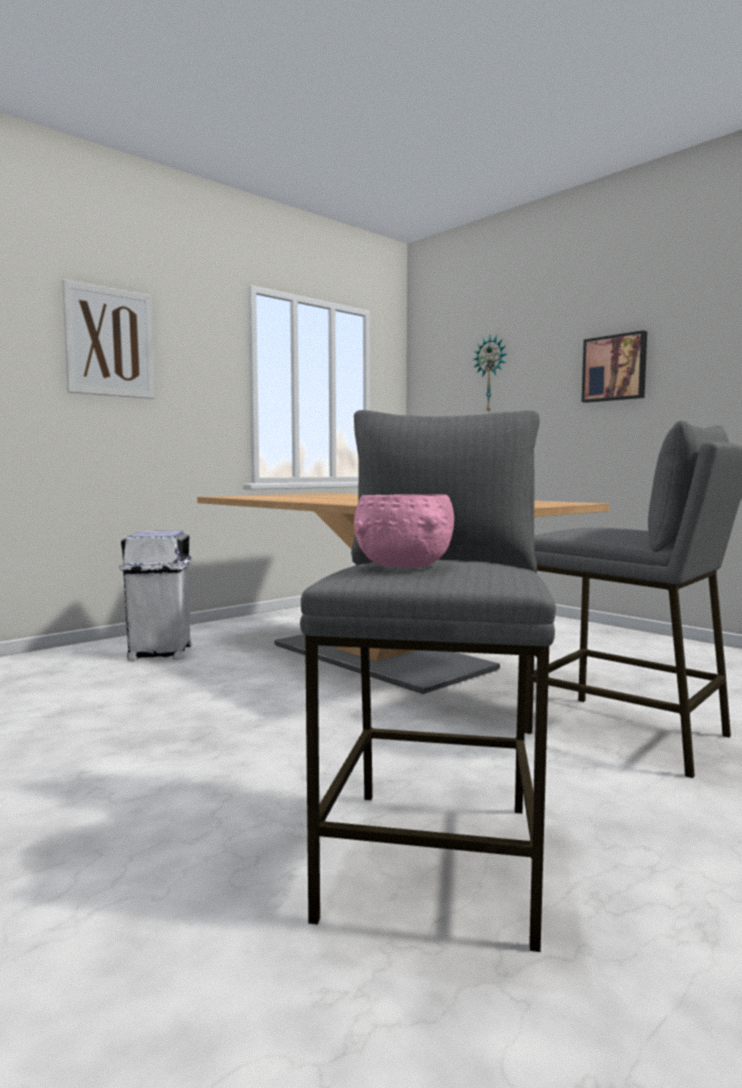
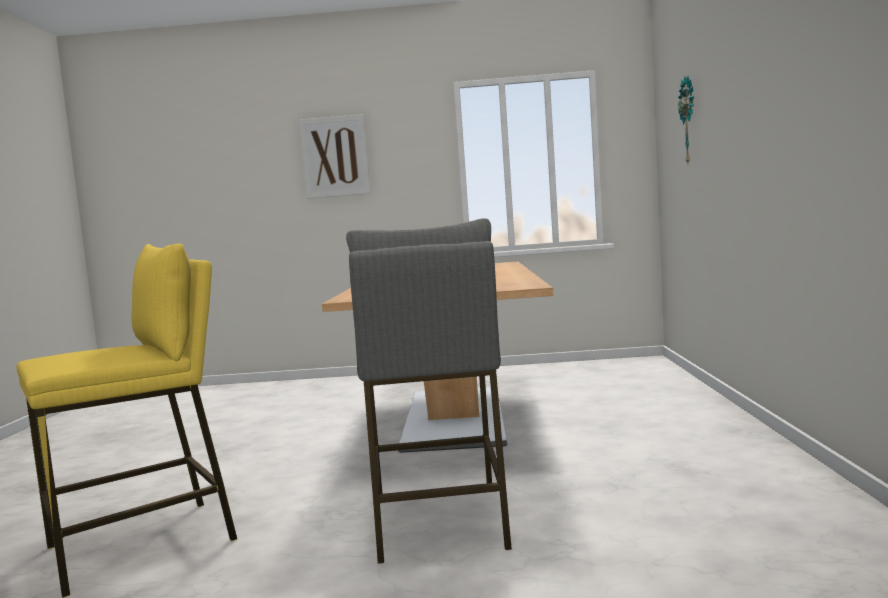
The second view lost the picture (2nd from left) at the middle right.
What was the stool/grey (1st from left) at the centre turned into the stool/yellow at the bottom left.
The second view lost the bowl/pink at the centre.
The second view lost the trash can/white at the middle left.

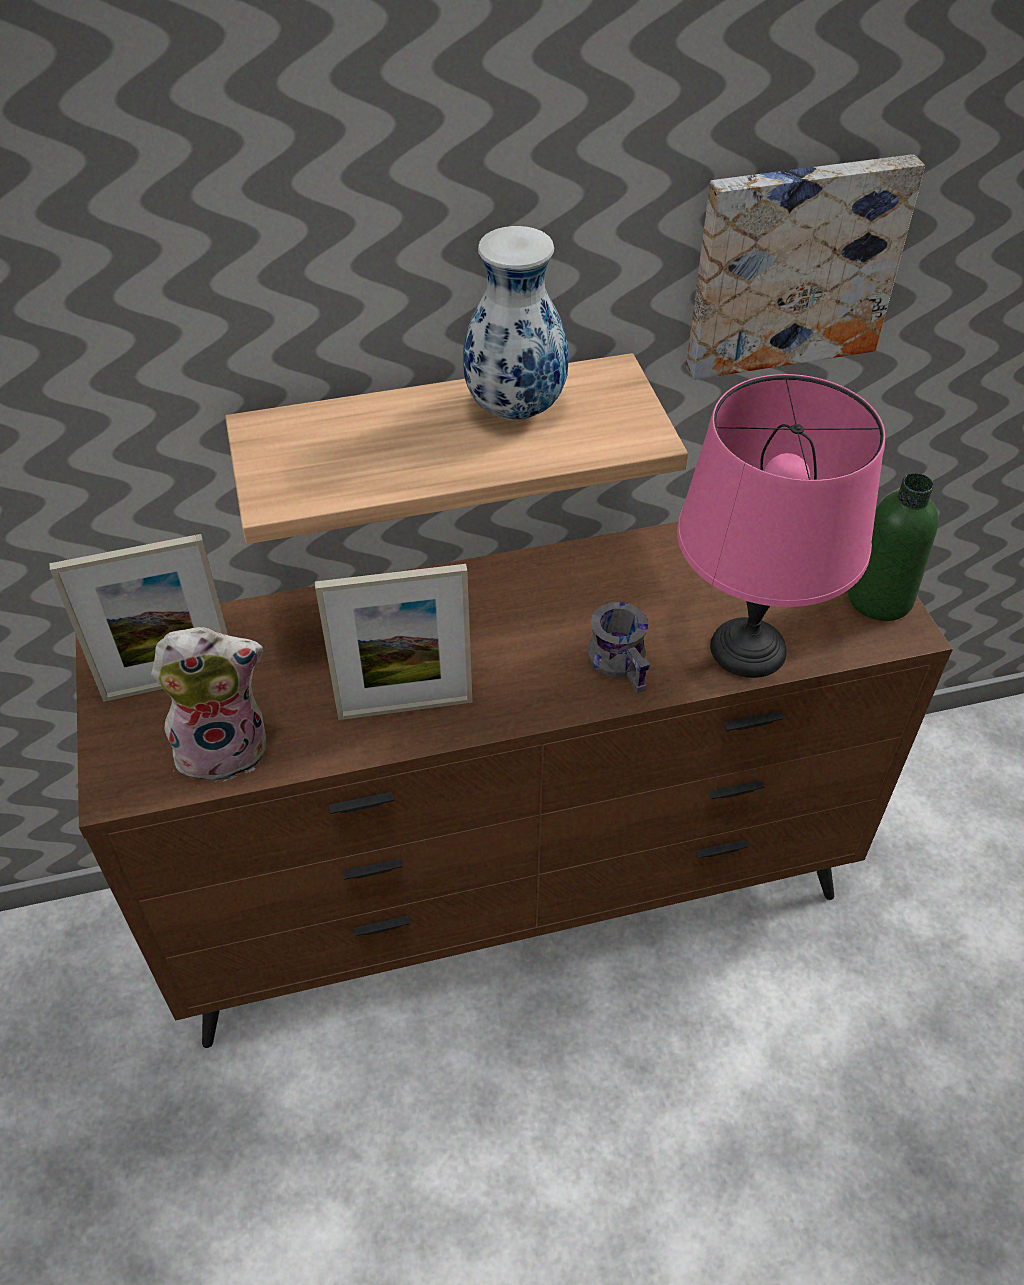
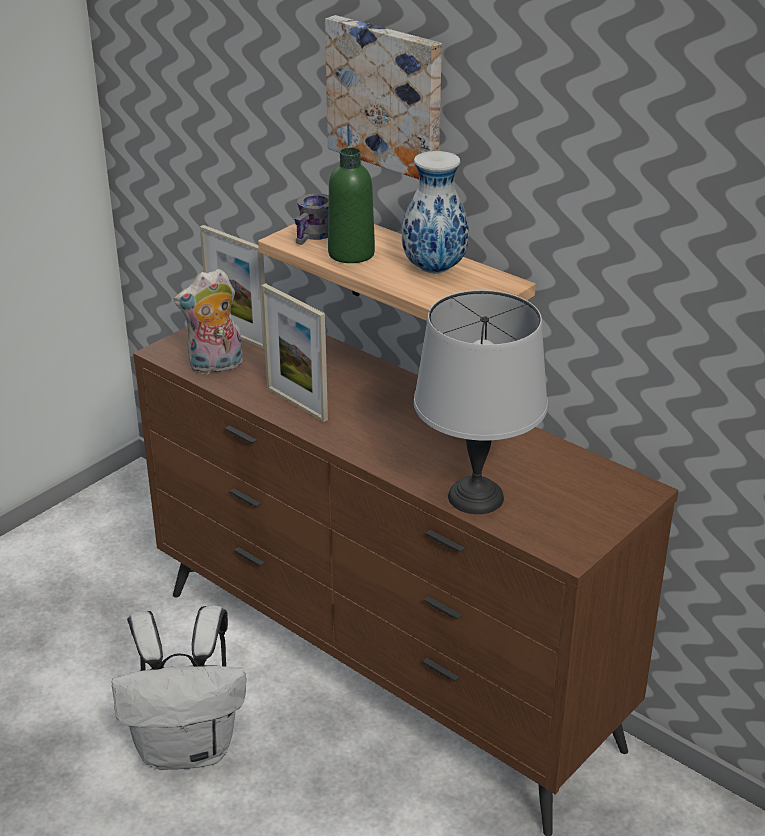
The picture ended up elsewhere, having gone from the top right to the top centre.
What was the table lamp/pink at the middle right turned into the table lamp/grey at the centre.
The bottle/green ended up elsewhere, having gone from the middle right to the top centre.
The mug/grey ended up elsewhere, having gone from the centre to the top centre.
The plush toy at the middle left ended up facing another way, 120 degrees clockwise from before.
The second view gained the backpack/white at the bottom left.

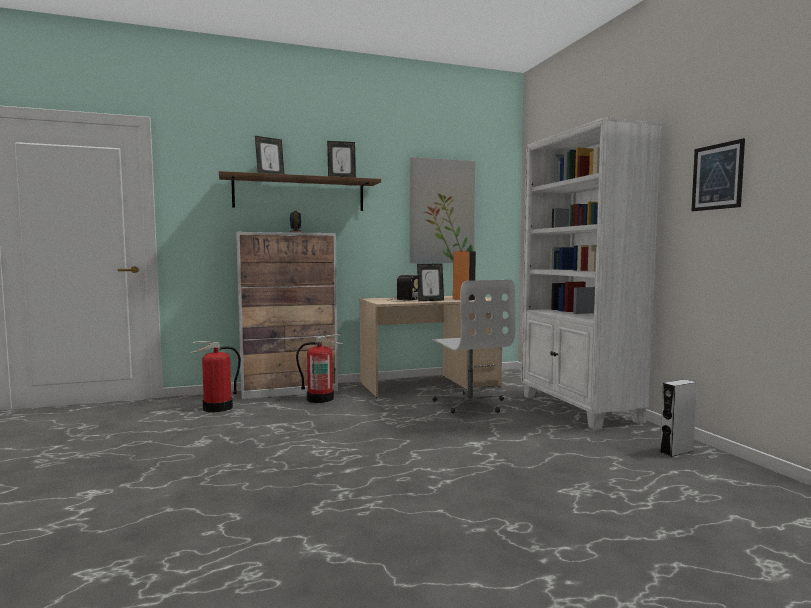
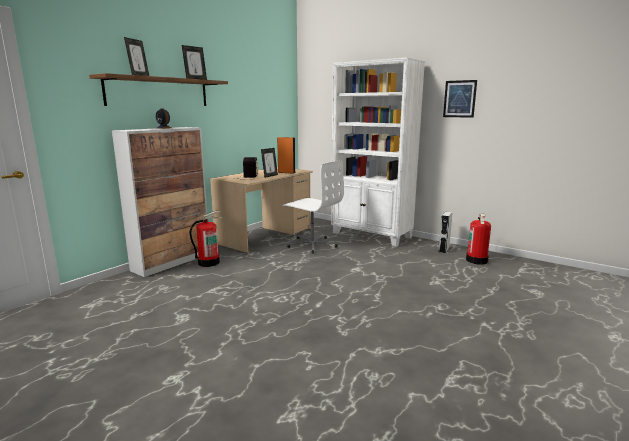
The second view lost the picture (1st from left) at the centre.
The fire extinguisher (1st from left in the first image) ended up elsewhere, having gone from the middle left to the middle right.

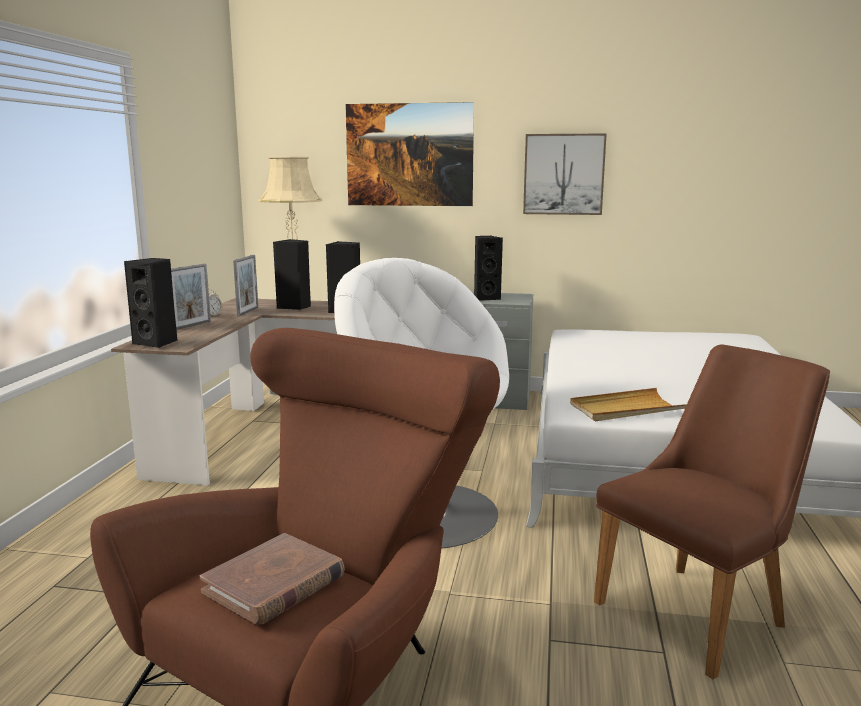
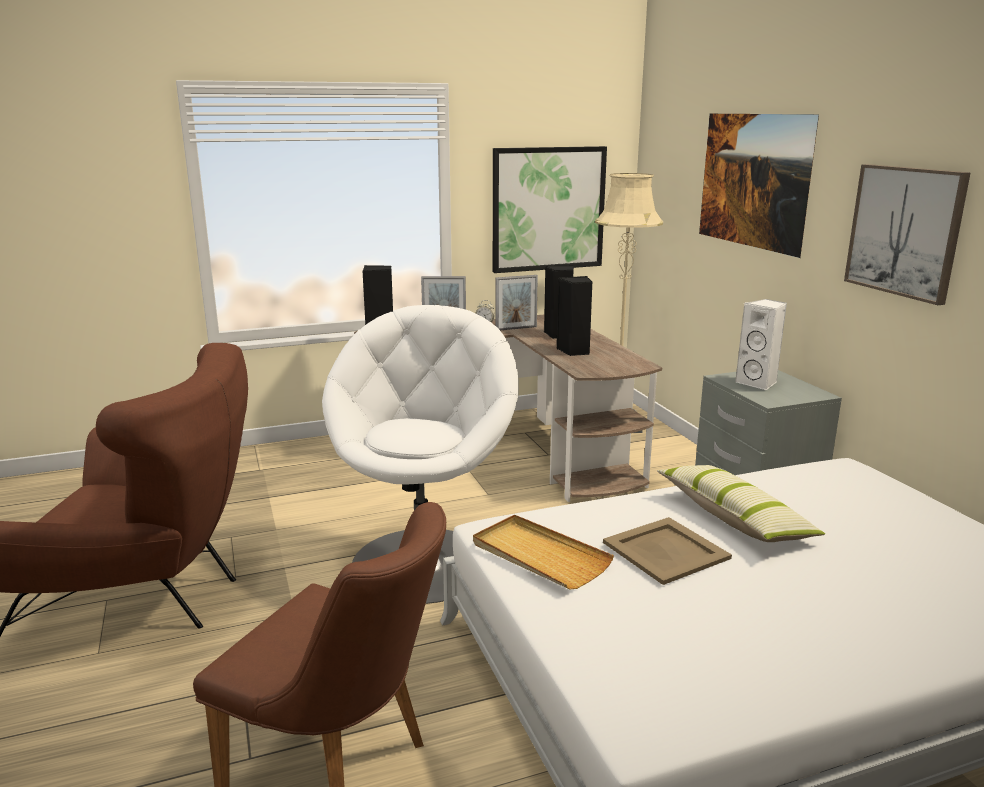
What was the speaker/black (4th from left) at the centre turned into the speaker/white at the middle right.
The second view lost the book/brown at the bottom left.
The second view gained the picture (1st from left) at the top centre.
The second view gained the pillow at the middle right.
The second view gained the tray/beige (2nd from left) at the bottom right.

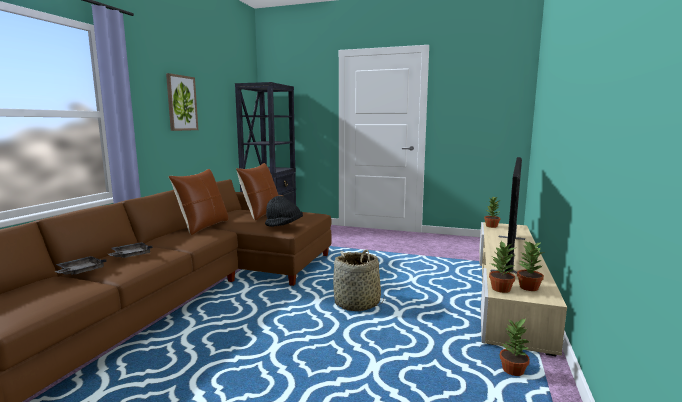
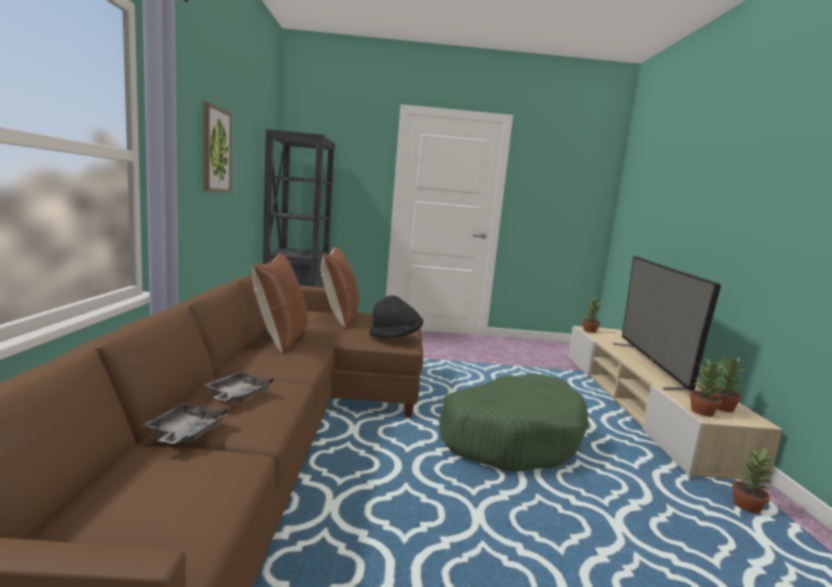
Where the basket stood at the bottom centre, the dog bed/green came to stand at the bottom centre.

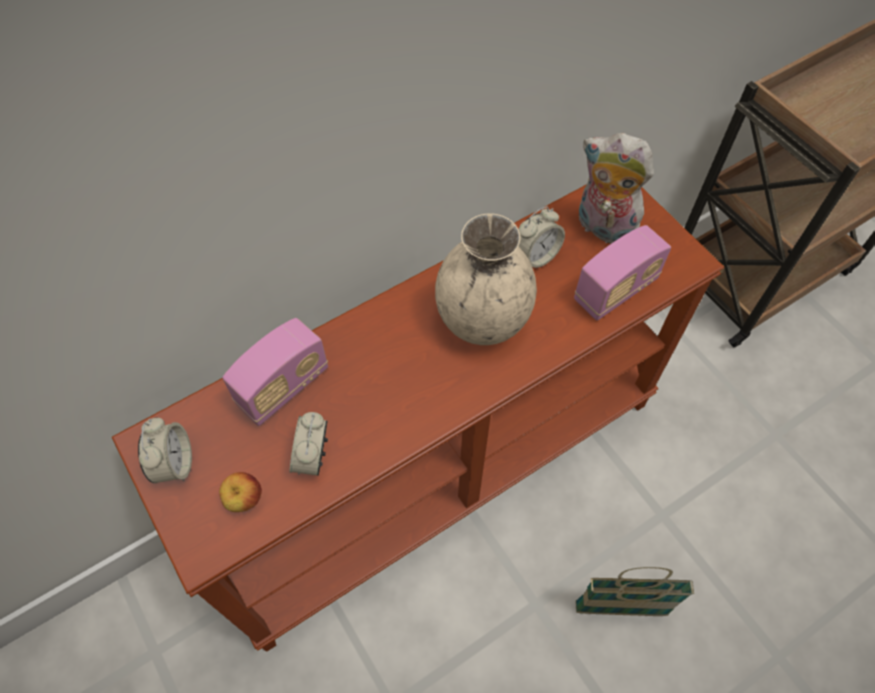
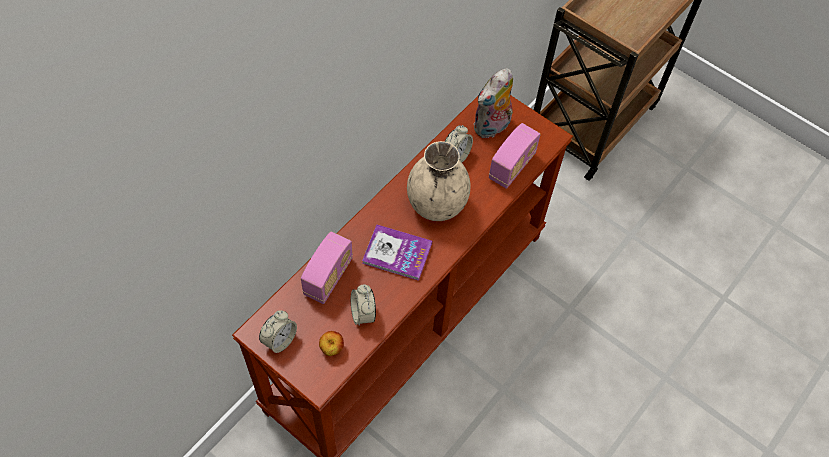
The plush toy at the top right ended up facing another way, 60 degrees counterclockwise from before.
The alarm clock (1st from left) at the middle left ended up facing another way, 60 degrees clockwise from before.
The second view lost the basket at the bottom right.
The second view gained the book at the centre.

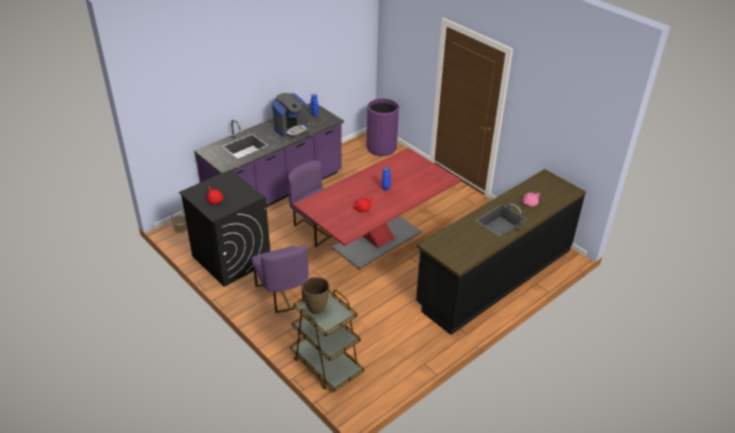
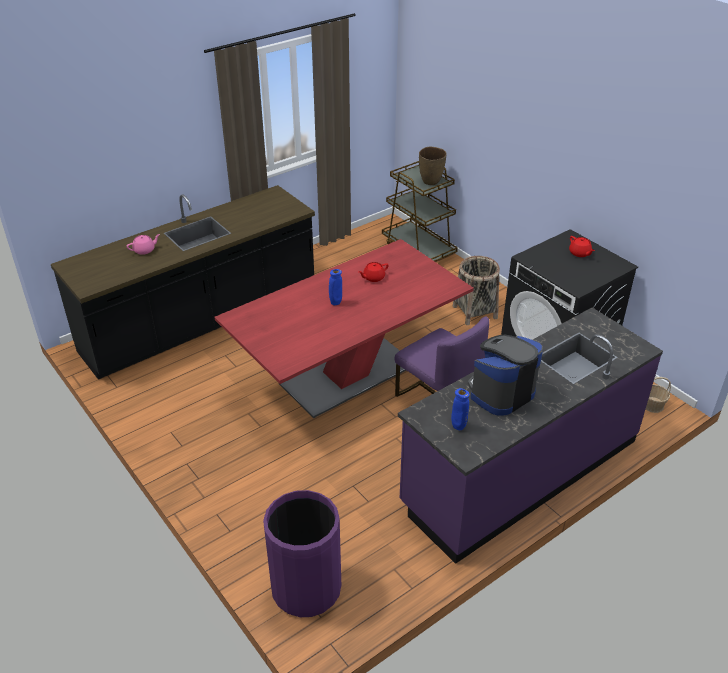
Where the chair/purple (1st from left) stood at the centre, the basket (1st from left) came to stand at the centre.

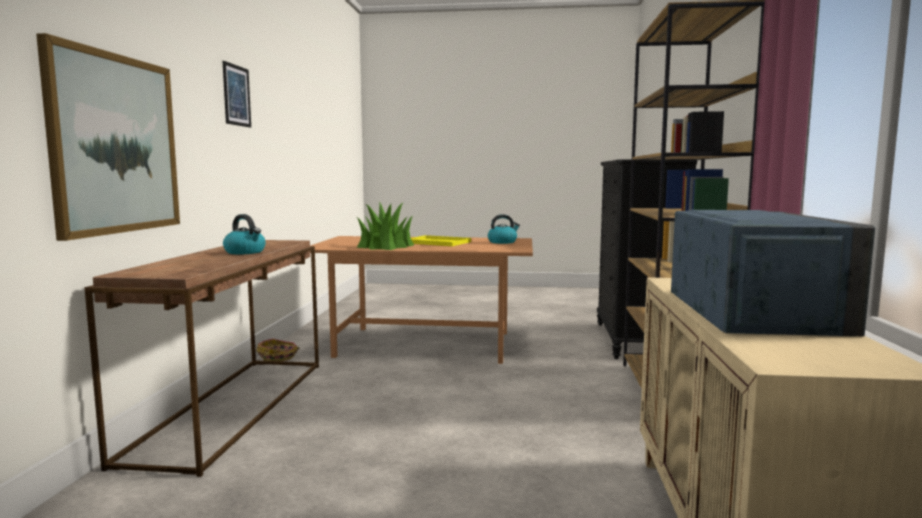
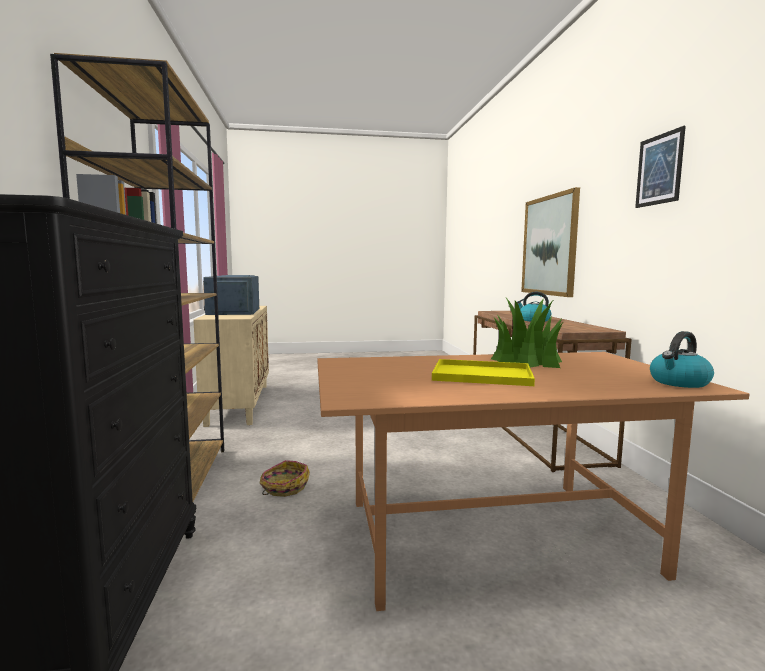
The kettle (2nd from left) ended up elsewhere, having gone from the centre to the middle right.
The basket ended up elsewhere, having gone from the bottom left to the bottom centre.

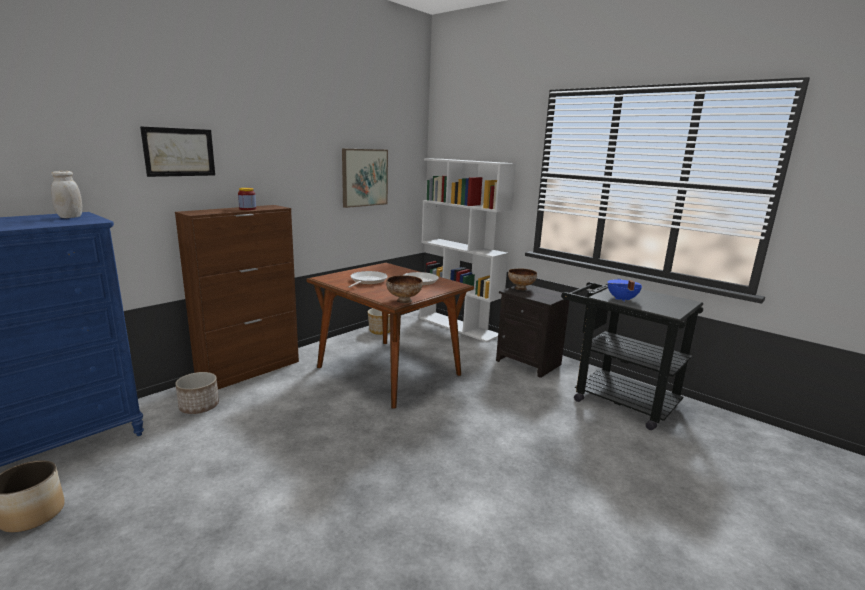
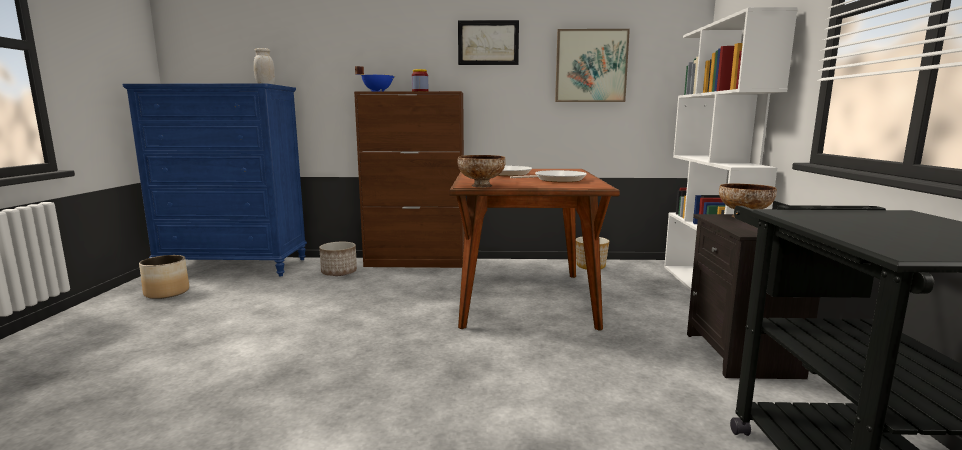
The picture (1st from left) ended up elsewhere, having gone from the top left to the top centre.
The cooking pot/blue ended up elsewhere, having gone from the middle right to the top centre.

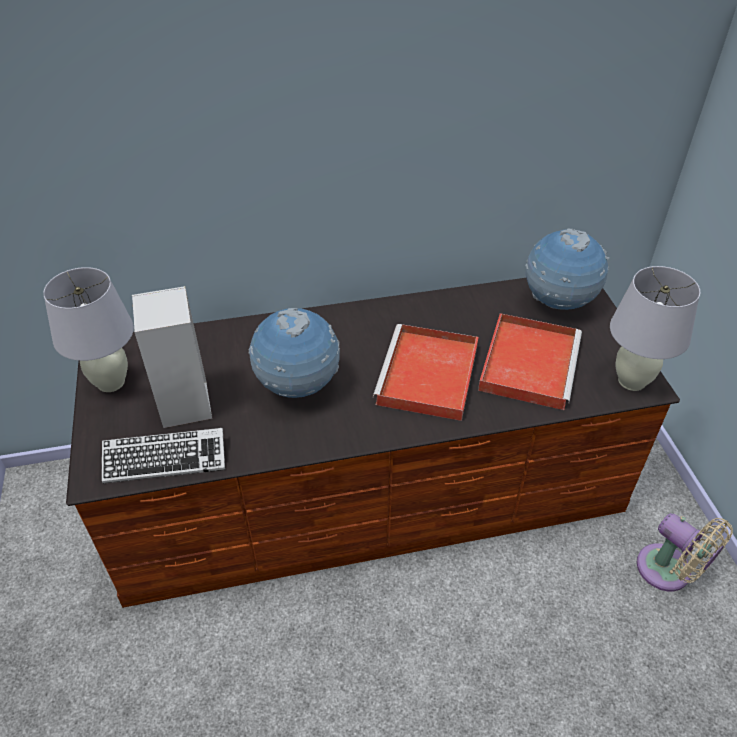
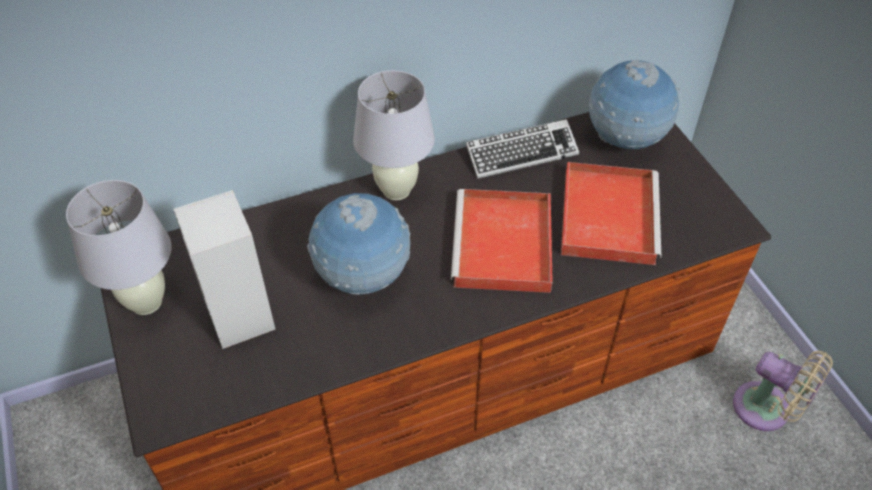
The table lamp/white (2nd from left) ended up elsewhere, having gone from the middle right to the top centre.
The keyboard ended up elsewhere, having gone from the middle left to the top centre.

